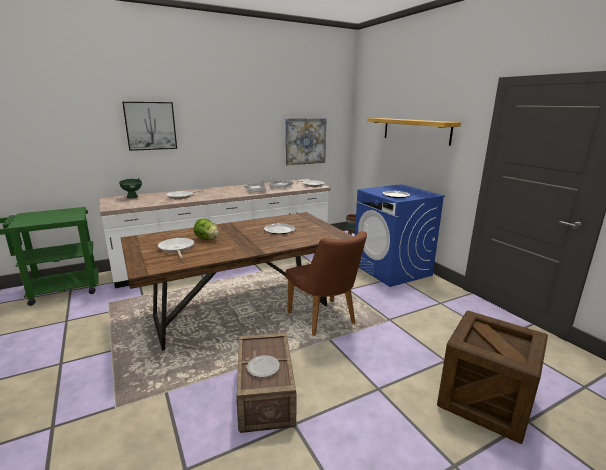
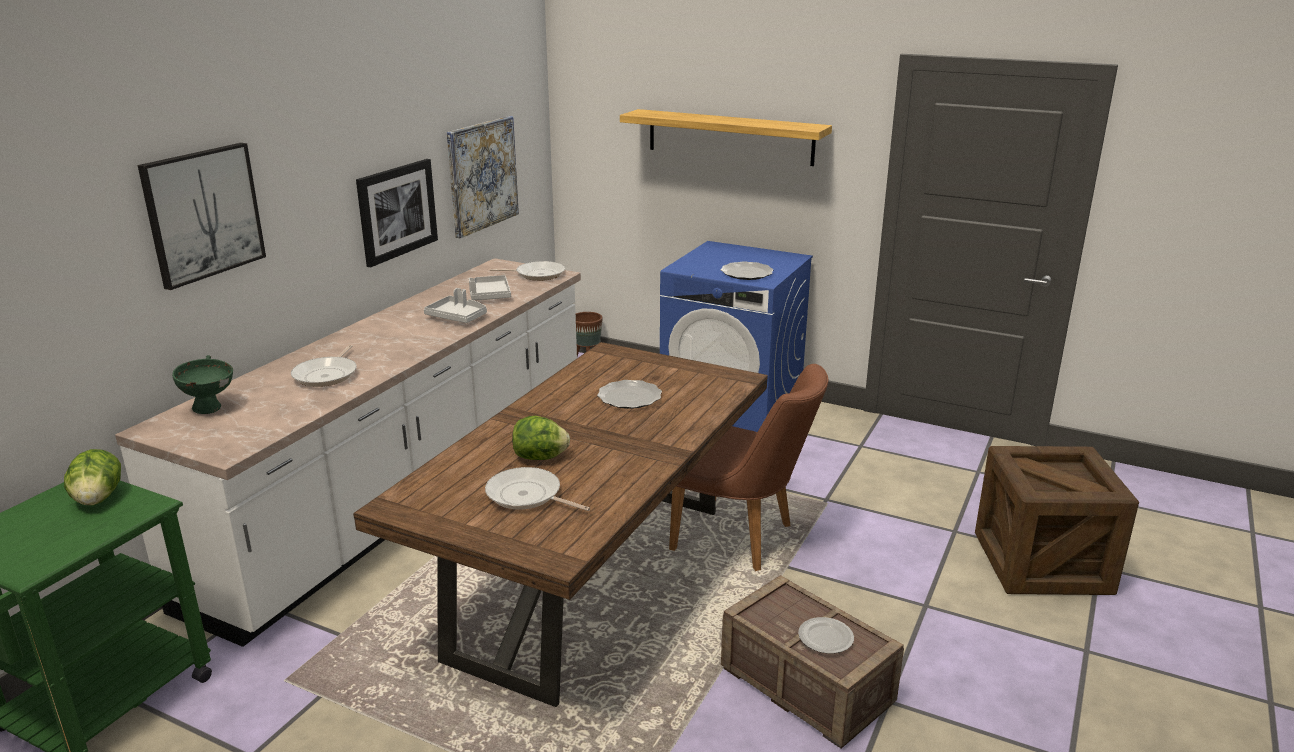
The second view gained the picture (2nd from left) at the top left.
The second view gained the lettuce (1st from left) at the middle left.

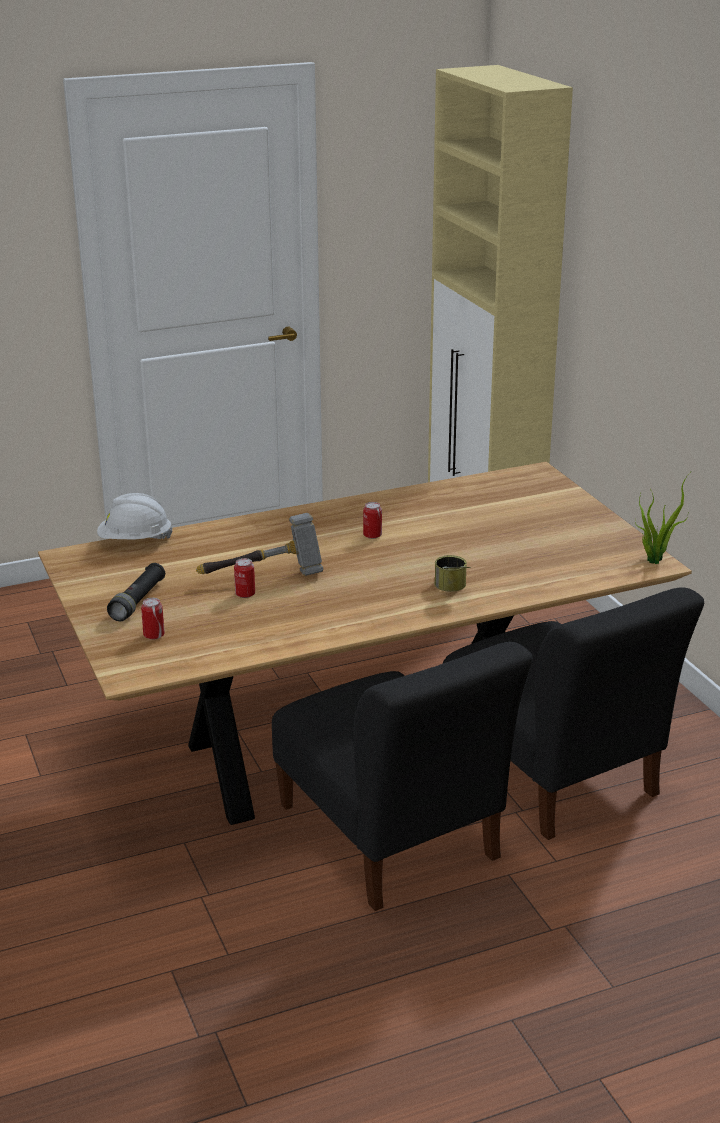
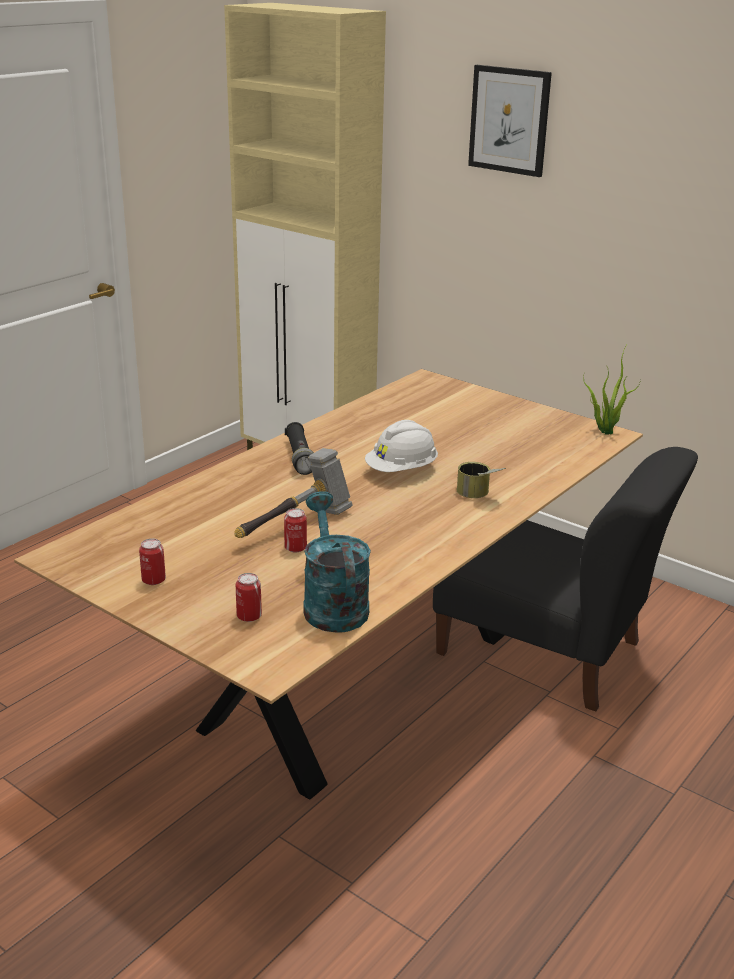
The hard hat/white ended up elsewhere, having gone from the middle left to the centre.
The can (3rd from left in the first image) ended up elsewhere, having gone from the centre to the middle left.
The flashlight/black ended up elsewhere, having gone from the middle left to the centre.
The second view lost the chair/black (1st from left) at the bottom centre.
The second view gained the picture at the top right.
The second view gained the watering can/turquoise at the centre.

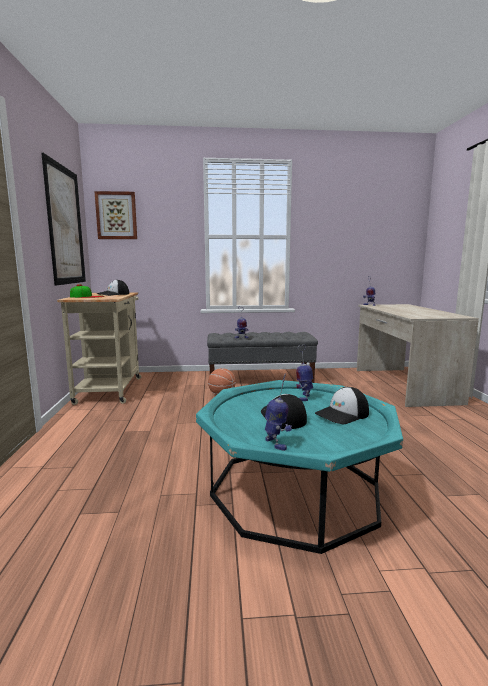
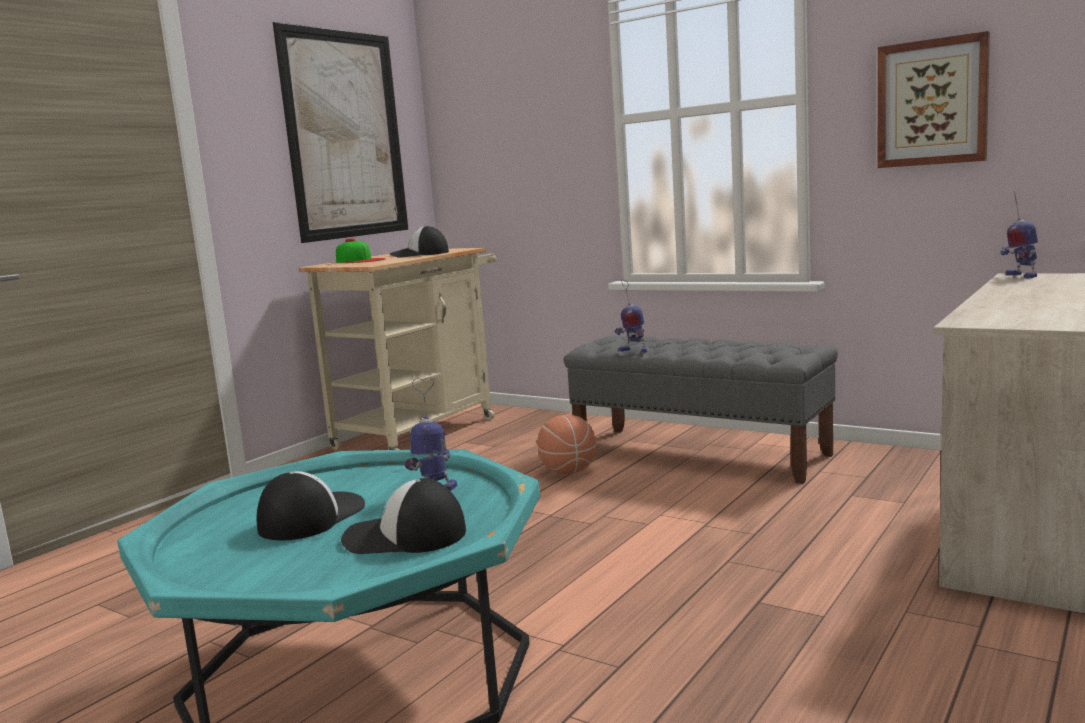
The picture (2nd from left) ended up elsewhere, having gone from the top left to the top right.
The second view lost the toy robot (2nd from left) at the centre.

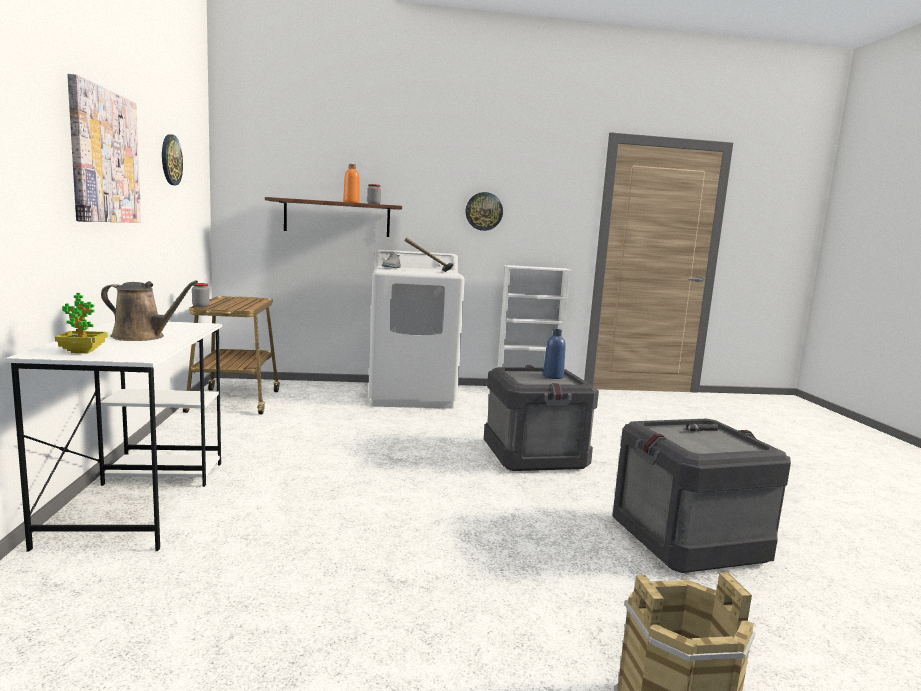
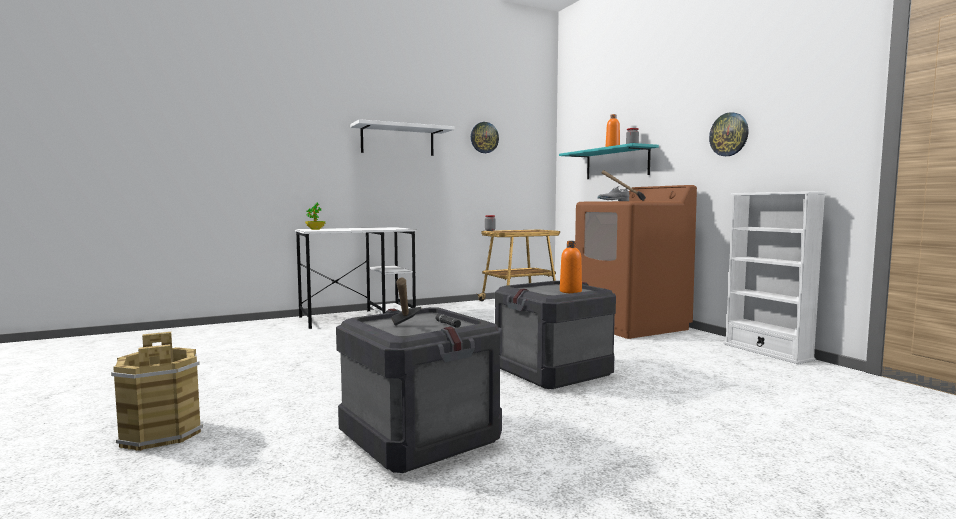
Where the picture hung at the top left, the shelf/white came to hang at the top centre.
What was the shelf/brown at the top centre turned into the shelf/turquoise at the top centre.
What was the washing machine/white at the centre turned into the washing machine/brown at the centre.
The second view lost the watering can/brown at the middle left.
What was the bottle/blue at the centre turned into the bottle/orange (1st from left) at the centre.
The second view gained the hammer (1st from left) at the centre.

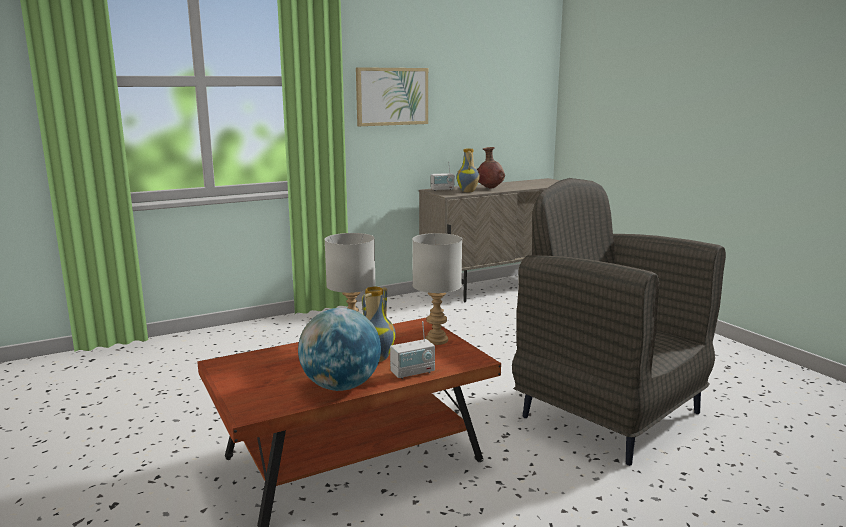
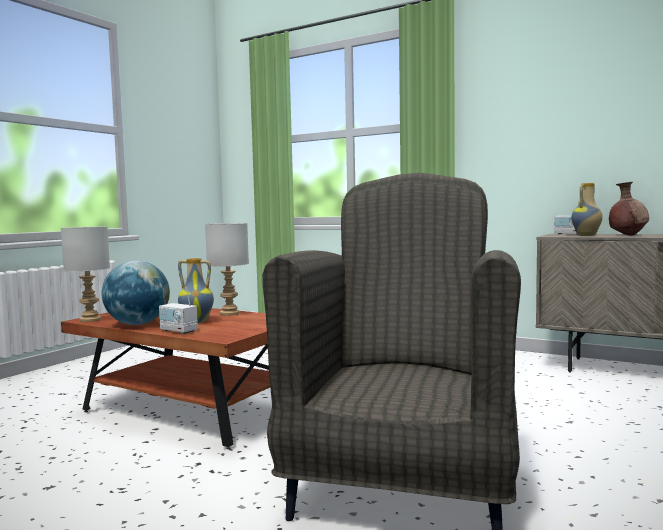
The second view lost the picture at the top centre.
The table lamp/grey (2nd from left in the first image) ended up elsewhere, having gone from the centre to the middle left.

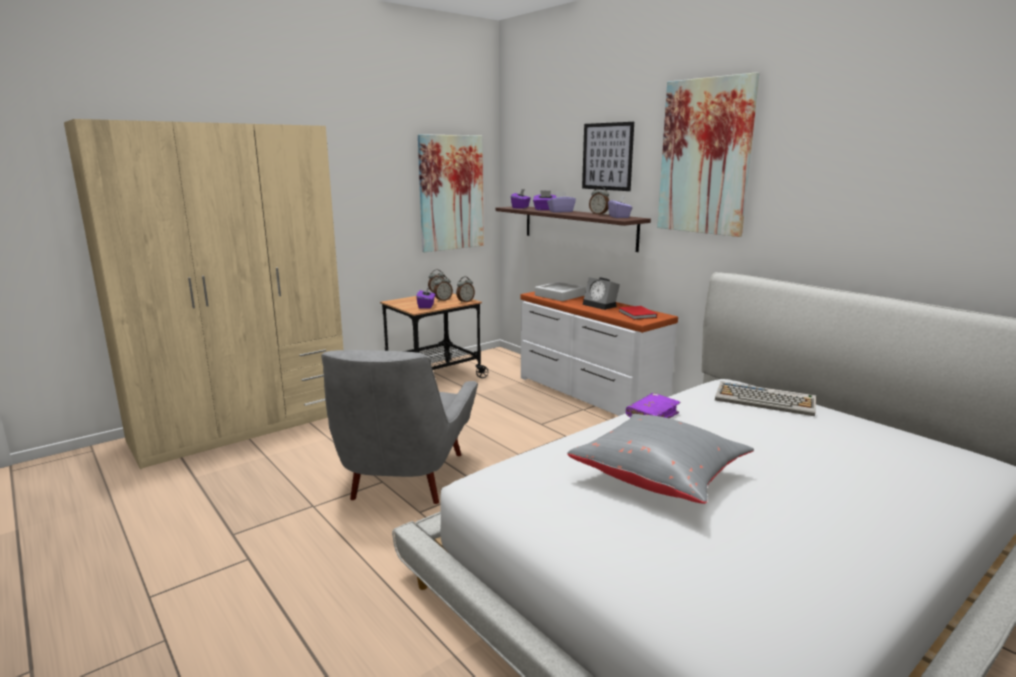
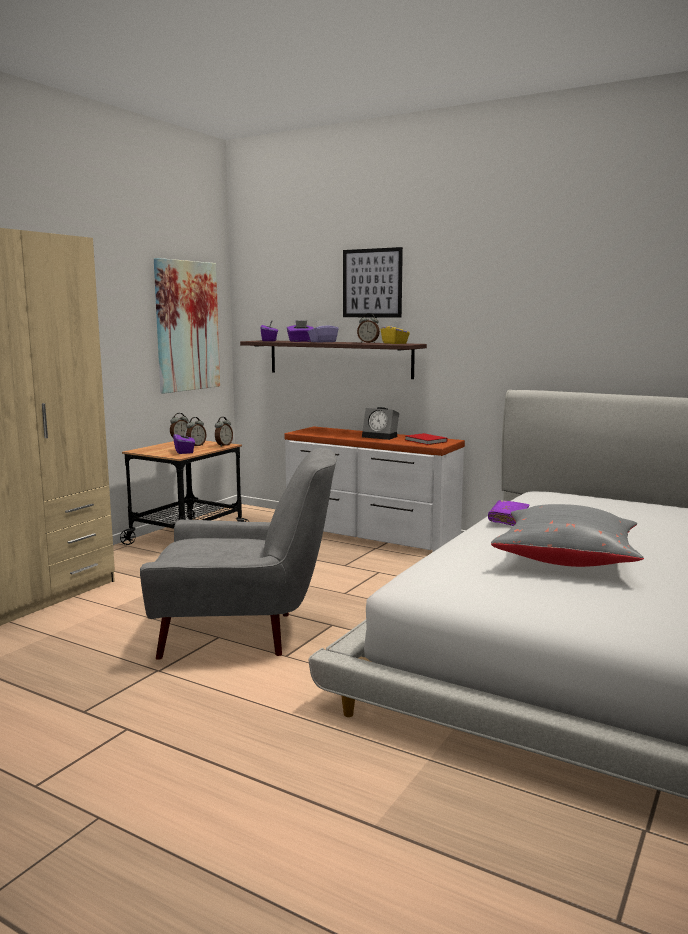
The second view lost the picture (3rd from left) at the top right.
What was the tissue box/purple (5th from left) at the top centre turned into the tissue box/yellow at the centre.
The second view lost the tray/grey at the centre.
The armchair/grey at the centre ended up facing another way, 75 degrees counterclockwise from before.
The second view lost the keyboard at the middle right.

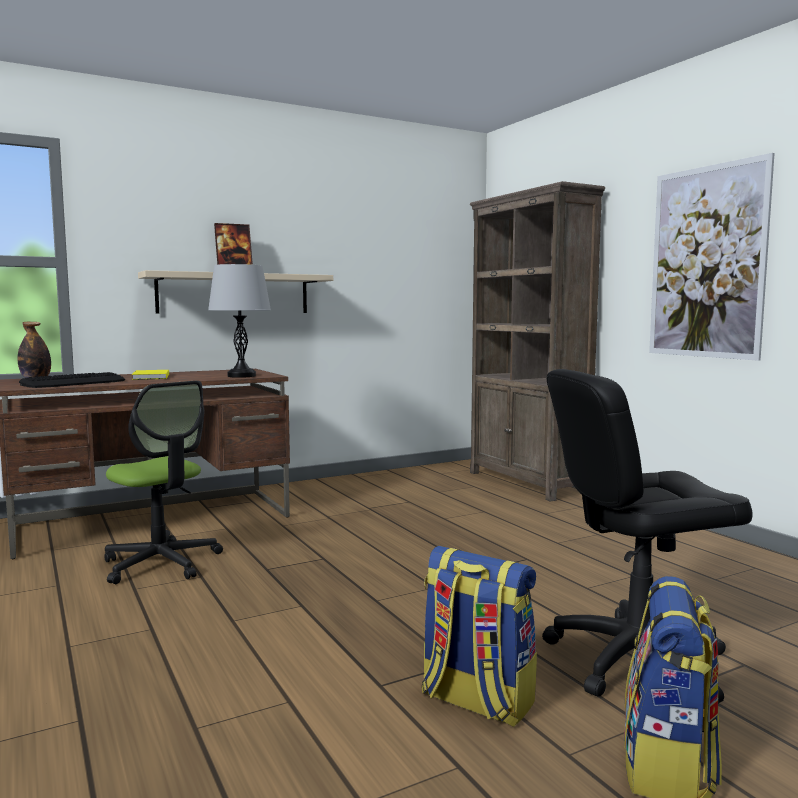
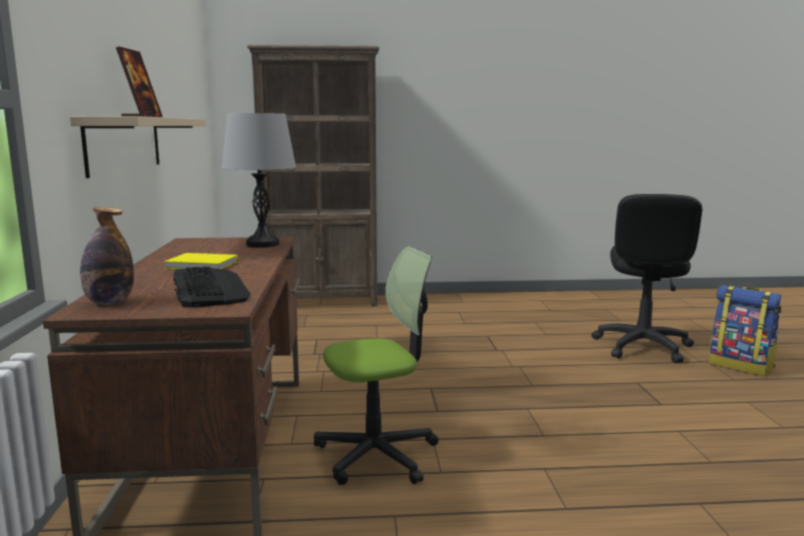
The second view lost the picture at the top right.
The second view lost the backpack (1st from left) at the bottom centre.

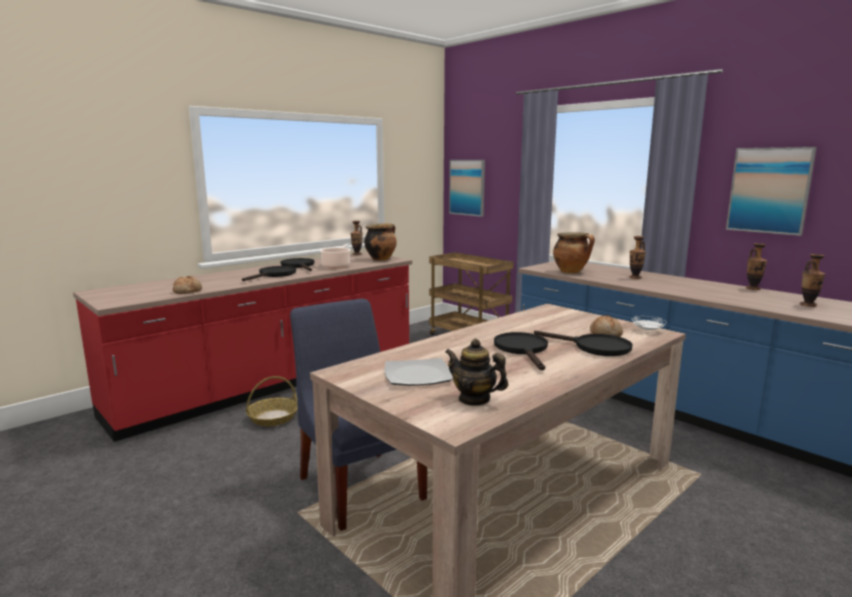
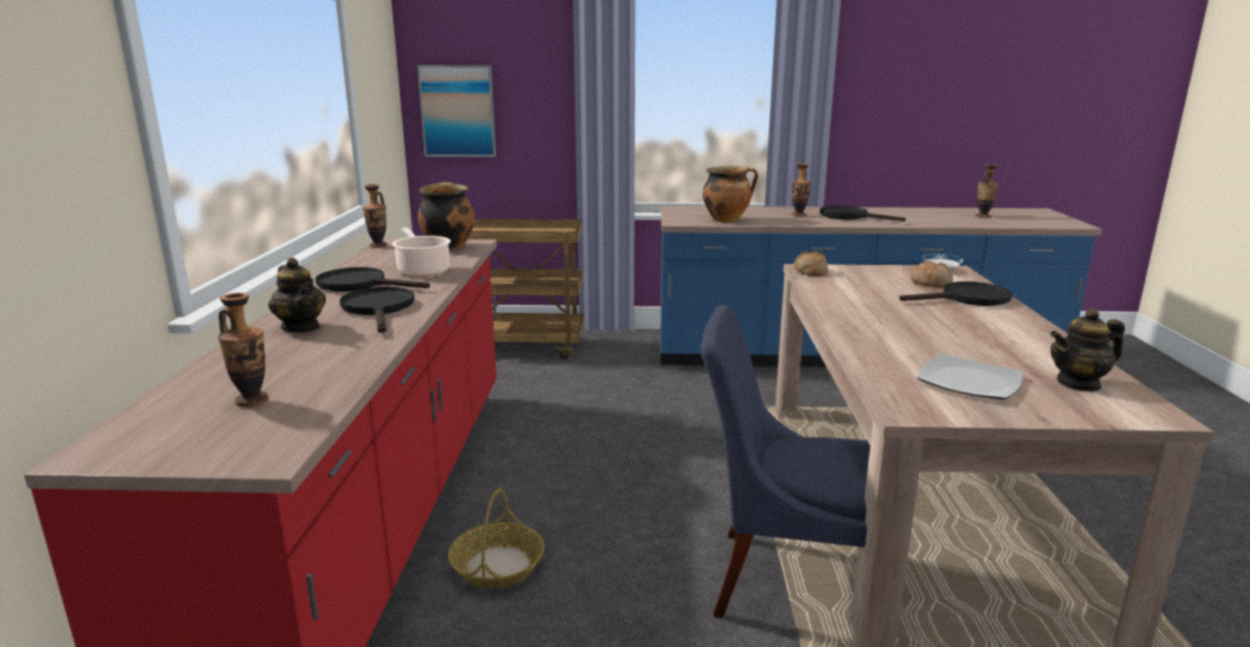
The second view lost the picture (2nd from left) at the top right.
The vase (3rd from left in the first image) ended up elsewhere, having gone from the middle right to the middle left.
The bread (1st from left) ended up elsewhere, having gone from the middle left to the centre.
The frying pan/black (3rd from left) ended up elsewhere, having gone from the centre to the top right.
The second view gained the teapot (1st from left) at the middle left.

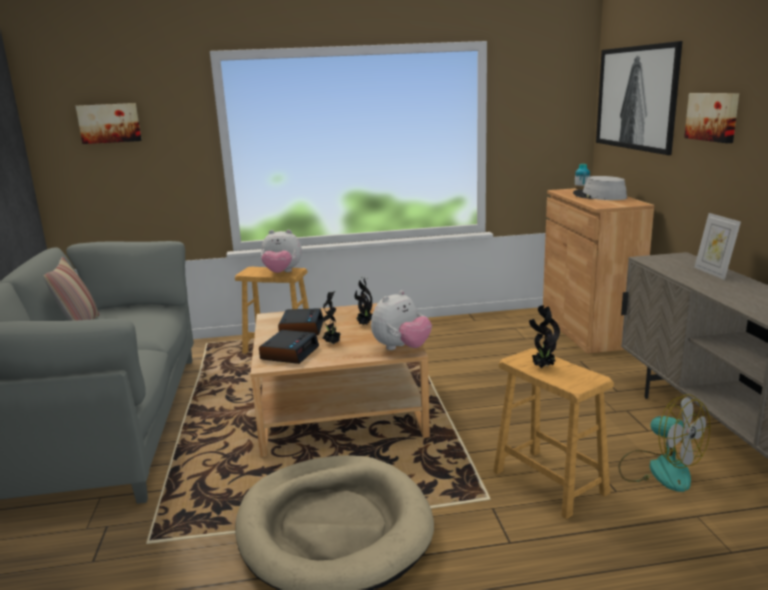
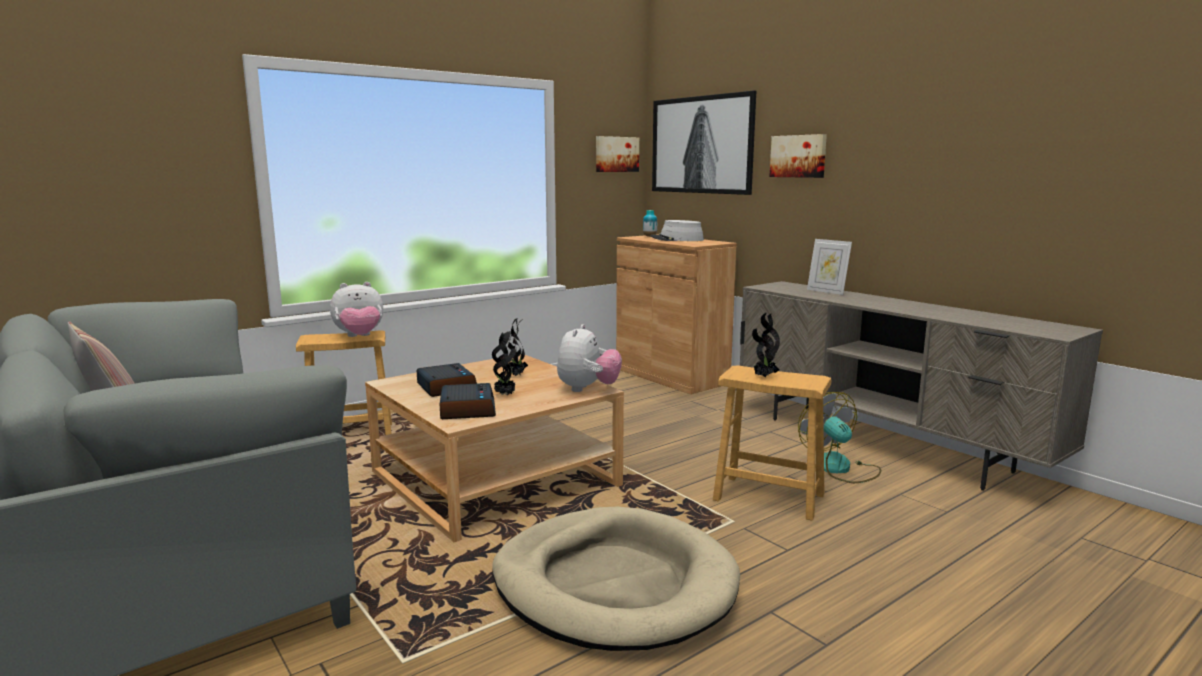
The picture (1st from left) ended up elsewhere, having gone from the top left to the top centre.
The fan at the bottom right ended up facing another way, 135 degrees counterclockwise from before.

